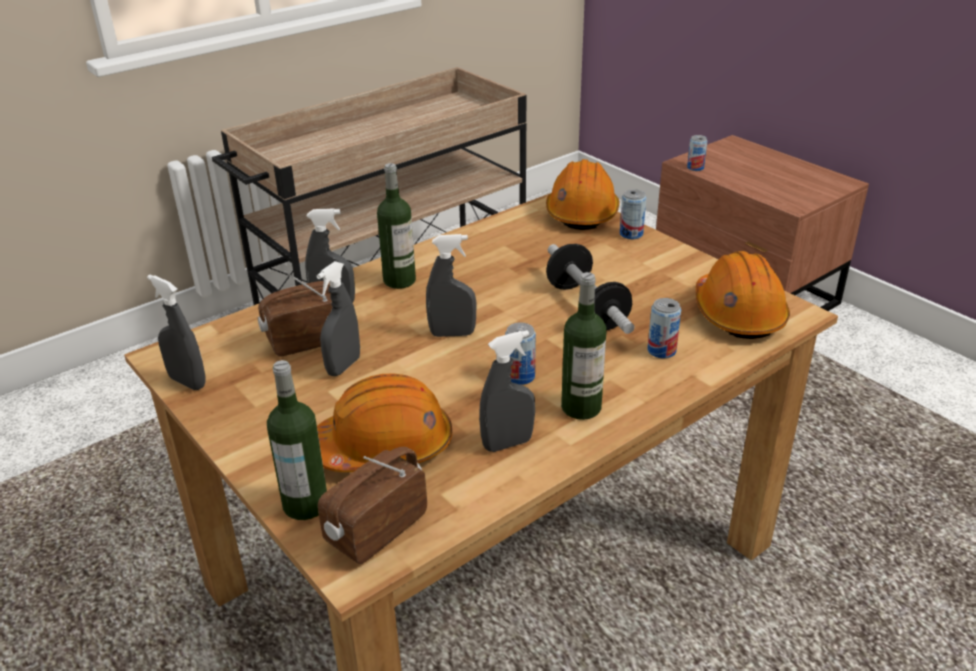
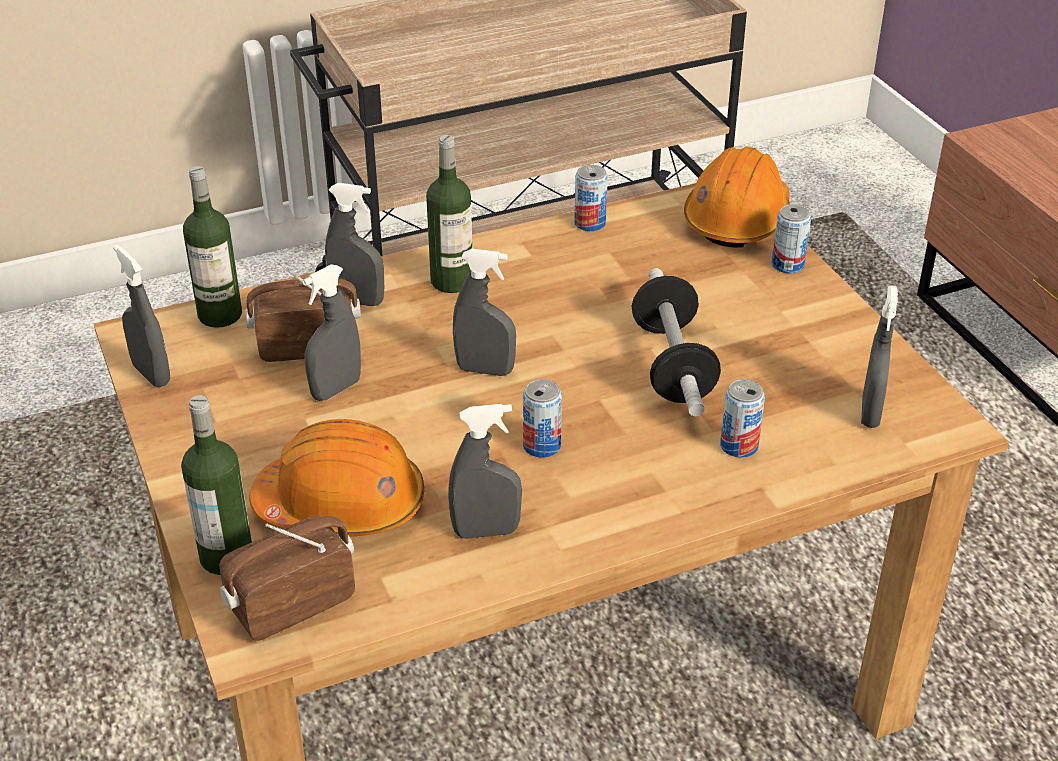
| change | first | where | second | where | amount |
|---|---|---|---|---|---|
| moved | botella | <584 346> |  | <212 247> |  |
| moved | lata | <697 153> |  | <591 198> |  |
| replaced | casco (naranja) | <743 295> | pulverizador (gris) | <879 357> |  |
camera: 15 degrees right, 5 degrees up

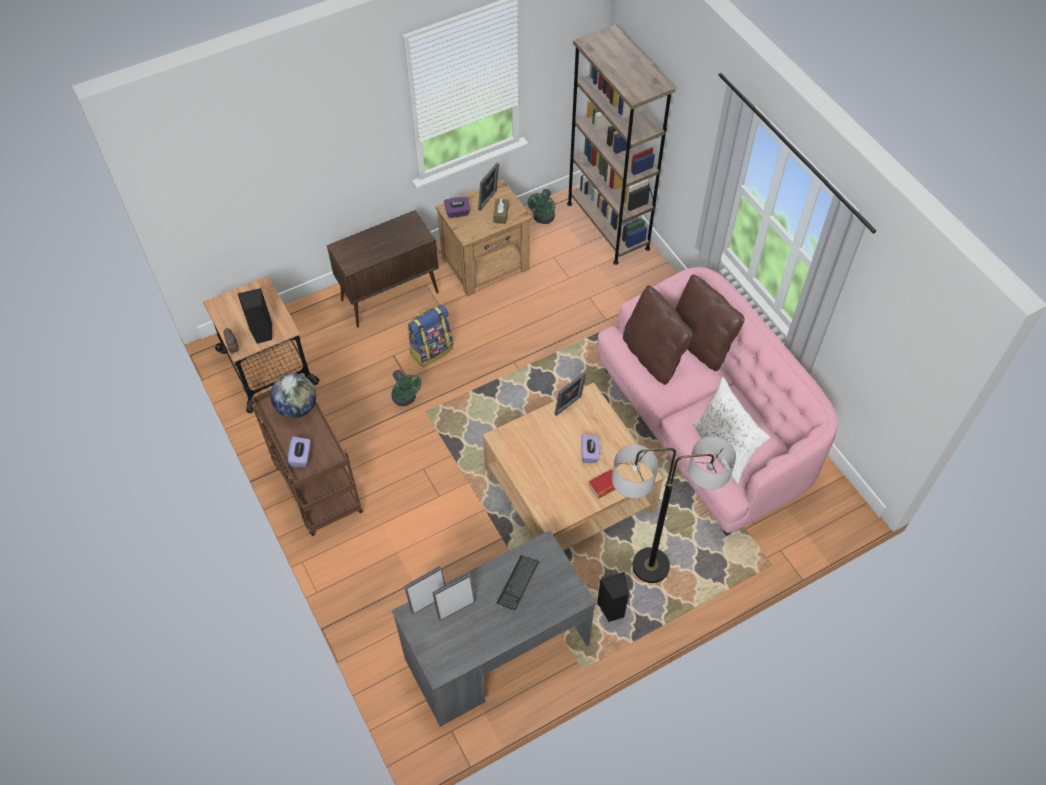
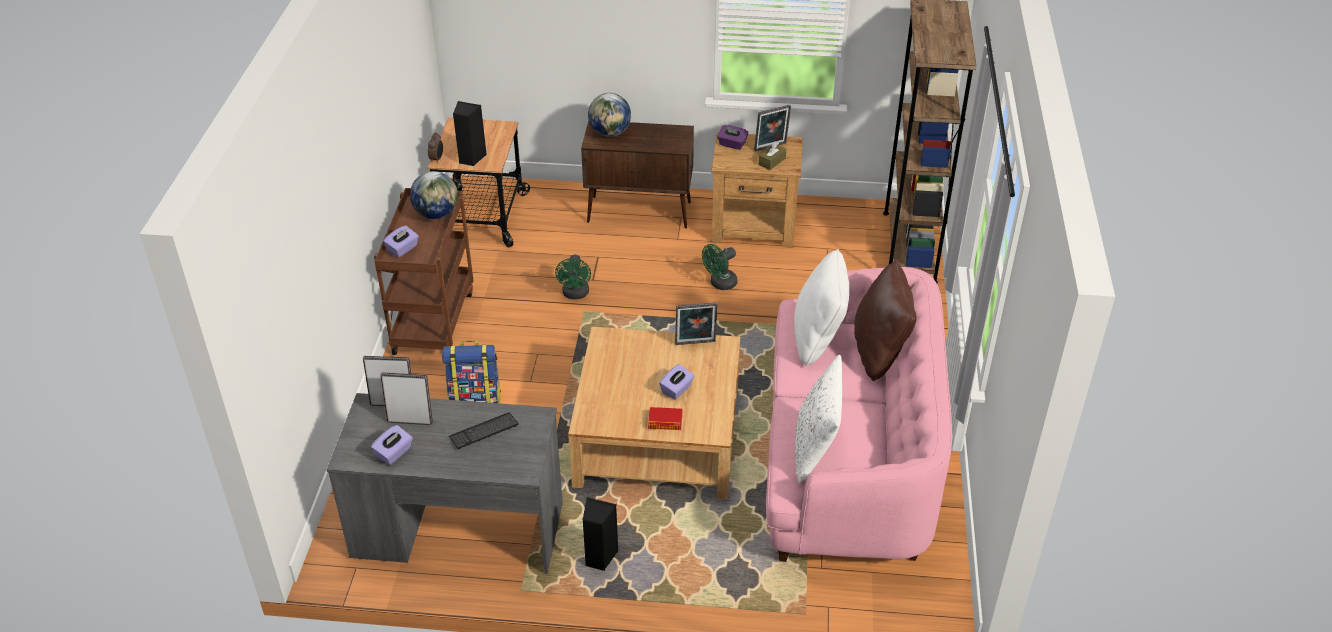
| change | first | where | second | where | amount |
|---|---|---|---|---|---|
| added |  |  | caja de pañuelos (morado) | <392 445> |  |
| moved | mochila | <430 335> |  | <471 372> |  |
| added |  |  | globo terráqueo | <609 115> |  |
| moved | ventilador (verde) | <541 206> |  | <720 267> |  |
| recoloured | cojín (marrón) | <658 335> | cojín (blanco) | <821 307> |  |
| removed | lámpara de pie | <674 509> |  |  |  |
camera: 35 degrees right, 15 degrees down

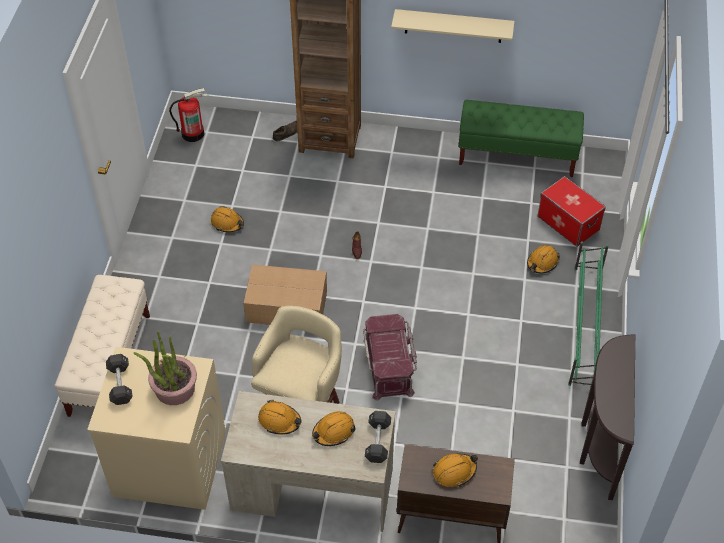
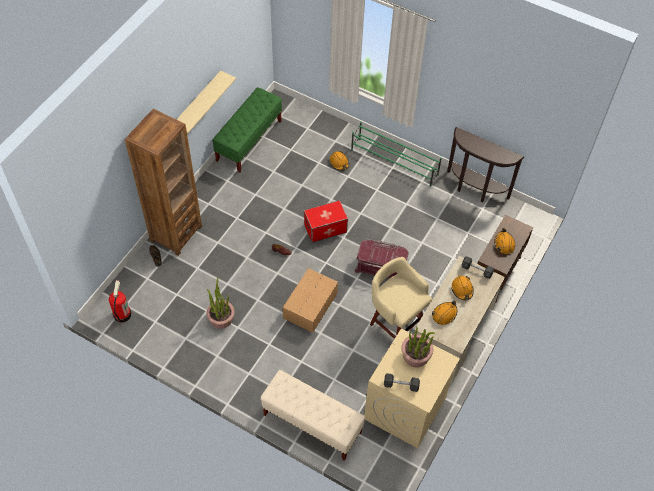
| change | first | where | second | where | amount |
|---|---|---|---|---|---|
| replaced | casco (naranja) | <227 219> | planta en maceta | <220 303> |  |
| moved | caja de almacenaje | <572 211> |  | <326 221> |  |
camera: 70 degrees left, 5 degrees up

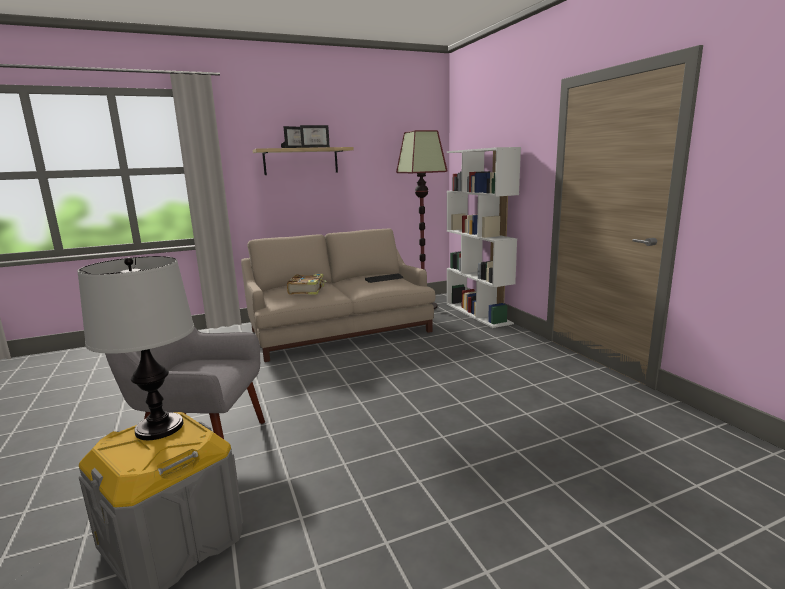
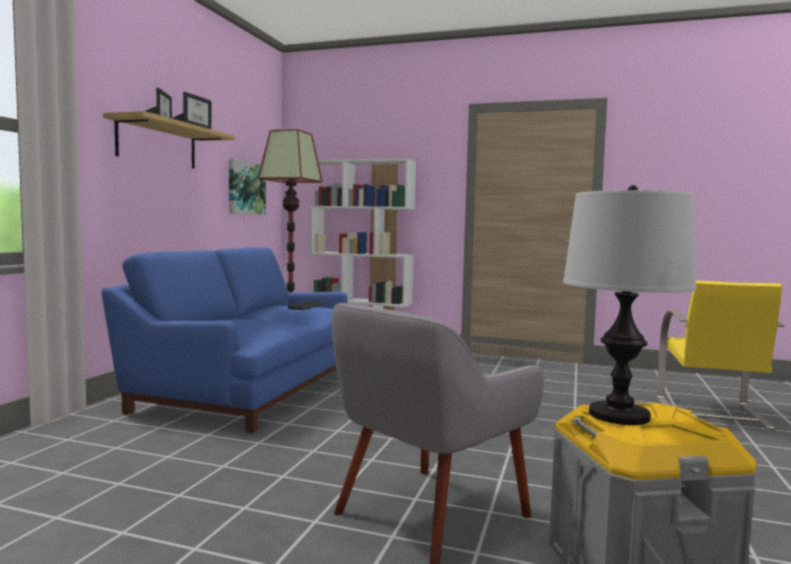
| change | first | where | second | where | amount |
|---|---|---|---|---|---|
| recoloured | sofá (beis) | <338 295> | sofá (azul) | <225 340> |  |
| added |  |  | cuadro | <247 187> |  |
| added |  |  | silla (amarillo) | <721 355> |  |
| removed | libro | <307 284> |  |  |  |
camera: 50 degrees left, 10 degrees down

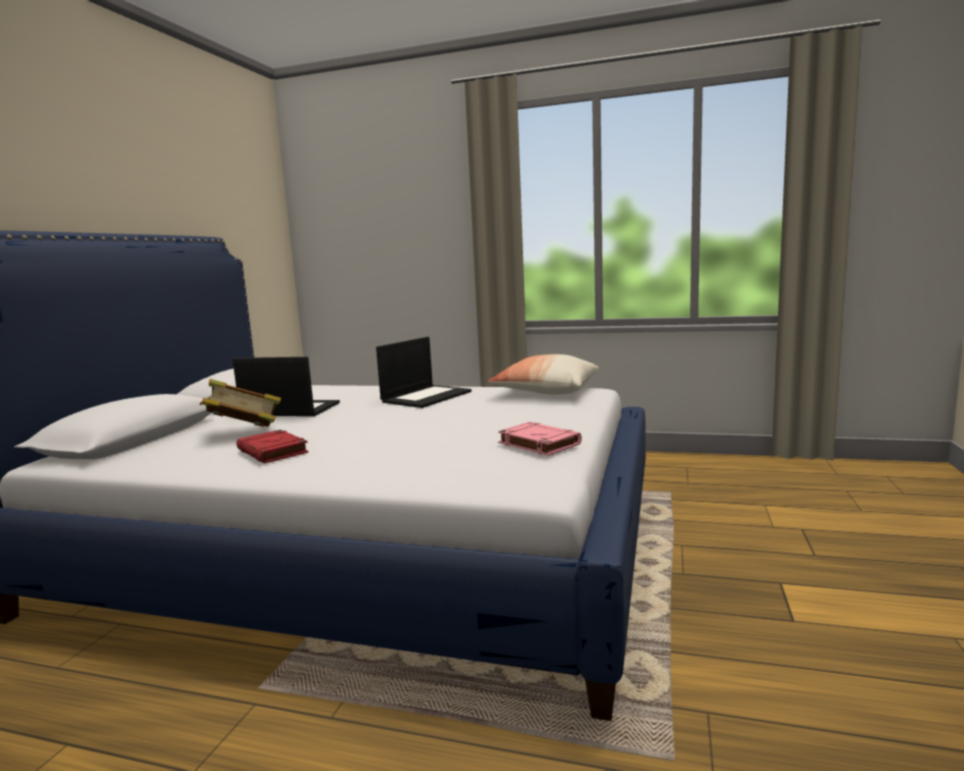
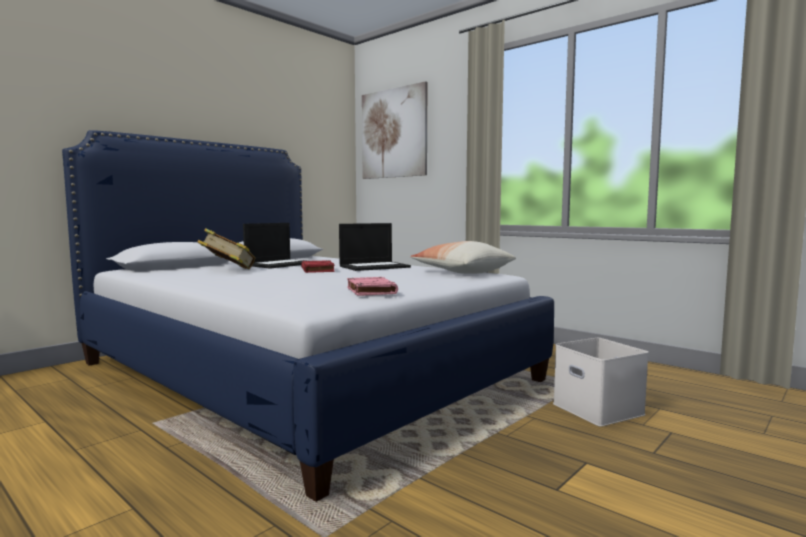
| change | first | where | second | where | amount |
|---|---|---|---|---|---|
| turned | portátil | <286 386> |  | <274 246> | 90 degrees clockwise |
| moved | libro (rojo) | <272 446> |  | <318 266> |  |
| added |  |  | cuadro | <394 130> |  |
| added |  |  | caja de almacenaje (blanco) | <601 382> |  |
camera: 25 degrees right, 5 degrees down

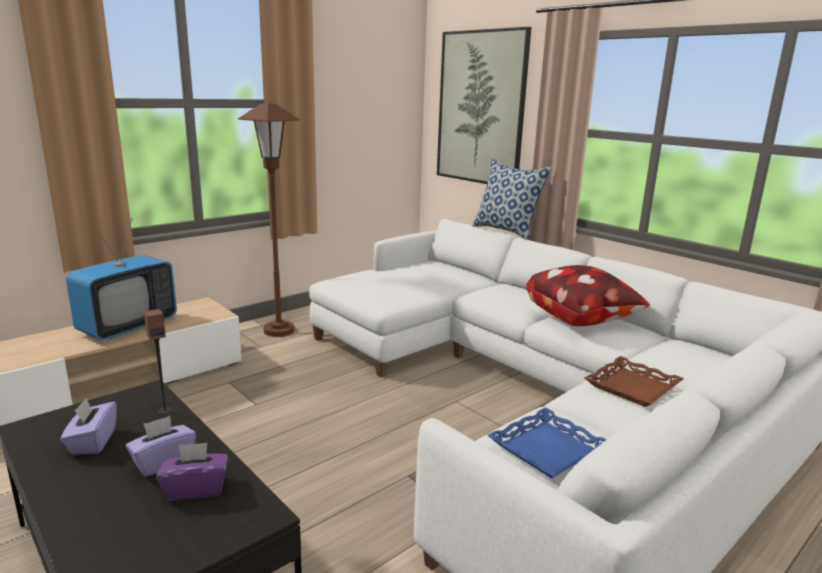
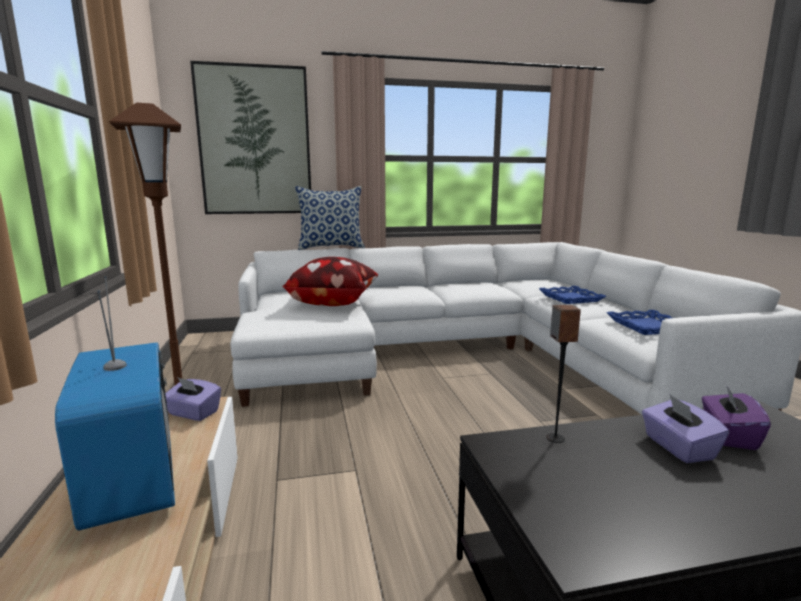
| change | first | where | second | where | amount |
|---|---|---|---|---|---|
| moved | caja de pañuelos (morado) | <88 426> |  | <193 399> |  |
| moved | cojín | <588 295> |  | <330 281> |  |
| recoloured | bandeja (marrón) | <634 381> | bandeja (azul) | <572 295> |  |
camera: 60 degrees left, 5 degrees down

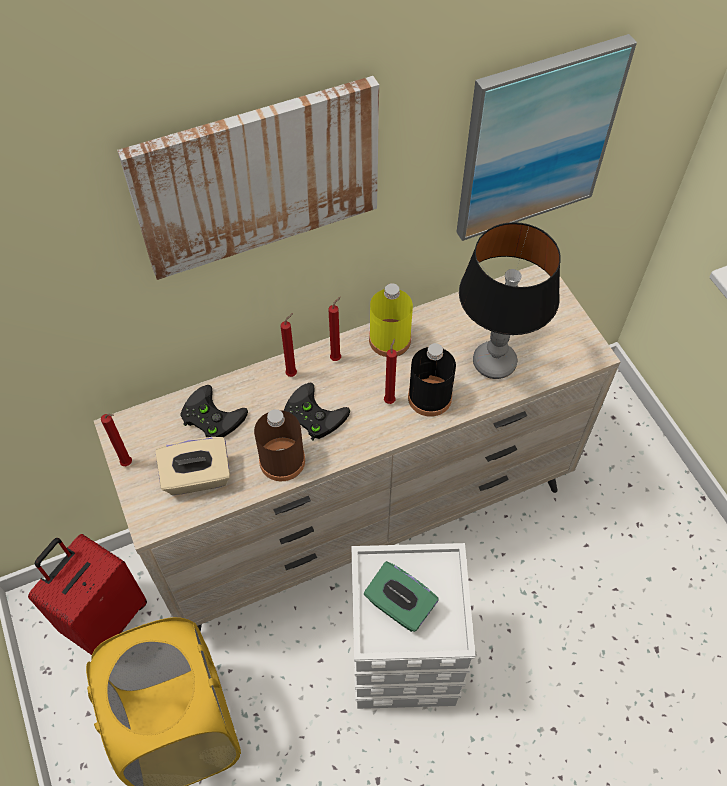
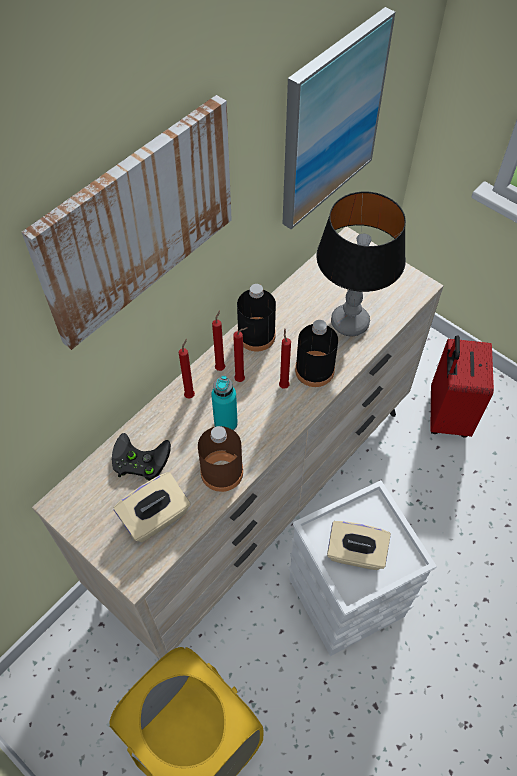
| change | first | where | second | where | amount |
|---|---|---|---|---|---|
| replaced | mando de consola (negro) | <317 411> | botella (turquesa) | <224 403> |  |
| moved | vela (rojo) | <116 440> |  | <240 354> |  |
| recoloured | botella (amarillo) | <391 320> | botella (negro) | <256 317> |  |
| recoloured | caja de pañuelos (verde) | <401 596> | caja de pañuelos (beis) | <359 545> |  |
| moved | maleta (rojo) | <87 594> |  | <462 386> |  |
camera: 25 degrees left, 0 degrees up

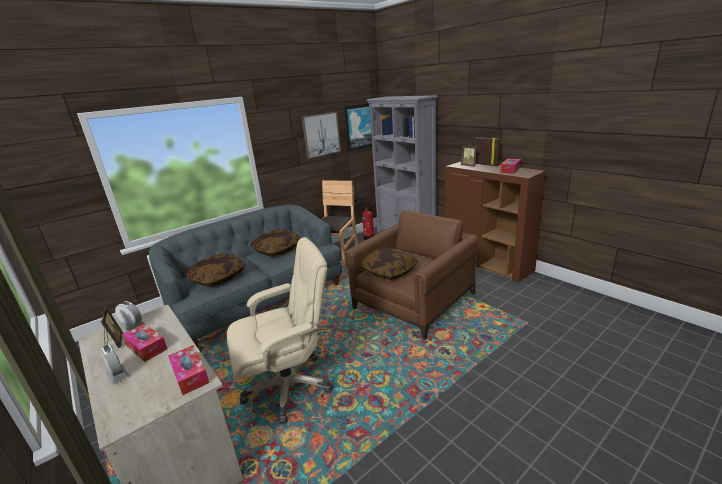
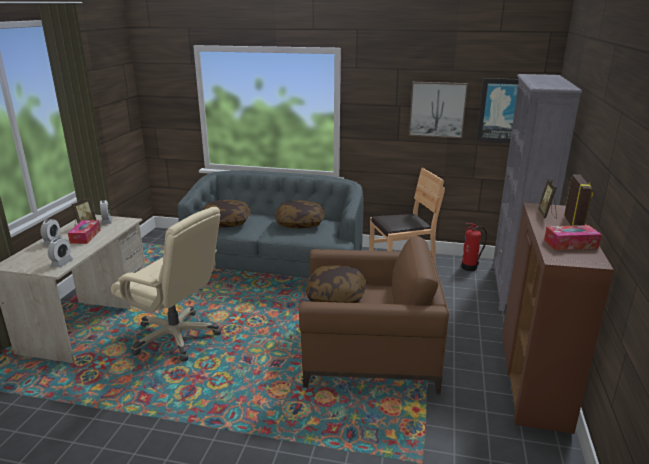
| change | first | where | second | where | amount |
|---|---|---|---|---|---|
| replaced | caja de pañuelos | <189 370> | despertador | <60 252> |  |
camera: 50 degrees right, 0 degrees up

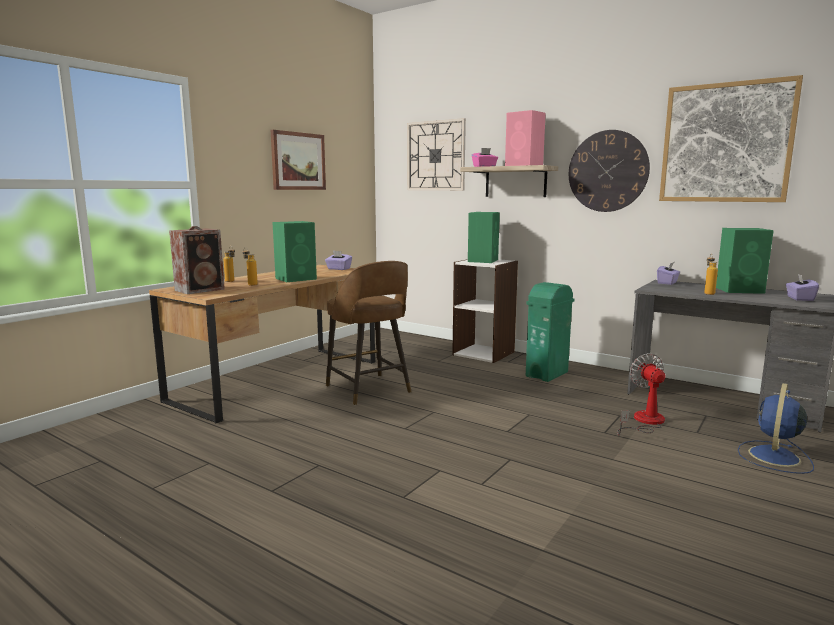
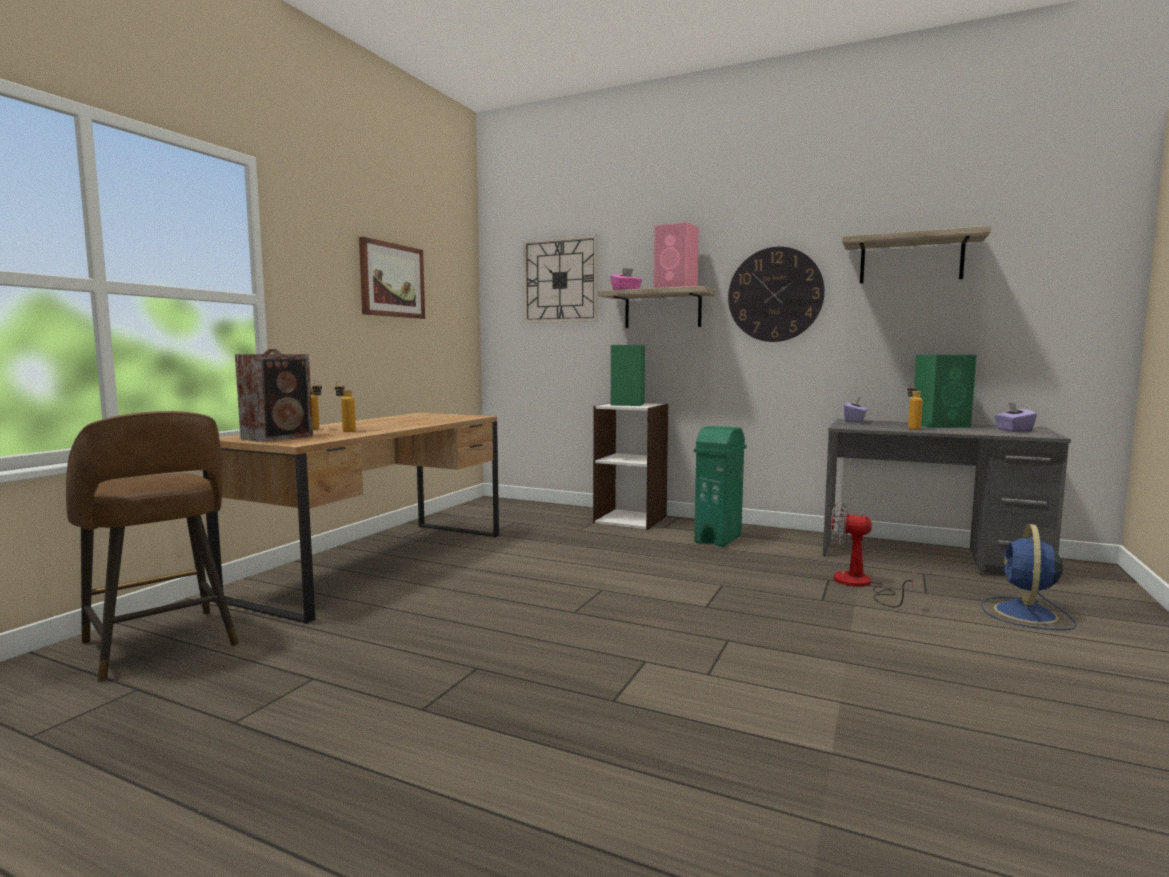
| change | first | where | second | where | amount |
|---|---|---|---|---|---|
| moved | taburete (marrón) | <369 333> |  | <152 547> |  |
| turned | ventilador | <641 394> |  | <872 555> | 45 degrees counterclockwise |
| replaced | cuadro | <731 138> | estante | <916 255> |  |
| removed | altavoz (verde) | <294 251> |  |  |  |
| removed | caja de pañuelos (morado) | <338 260> |  |  |  |
camera: 10 degrees left, 5 degrees down

